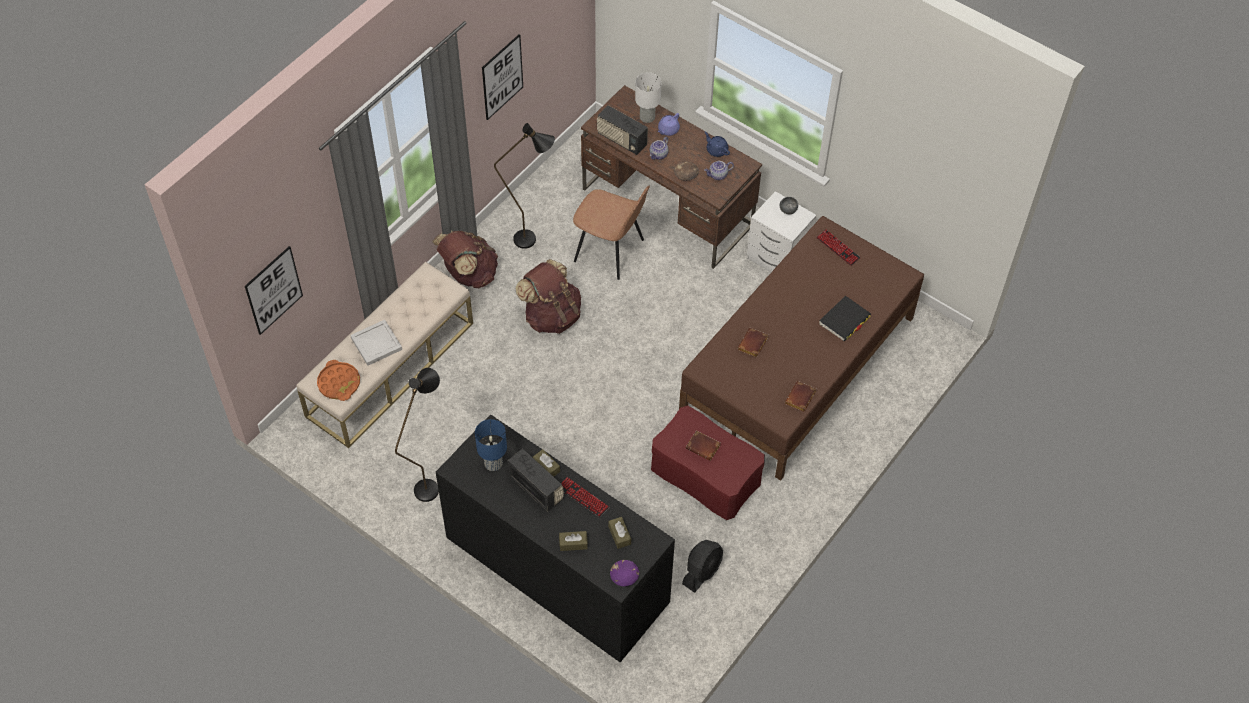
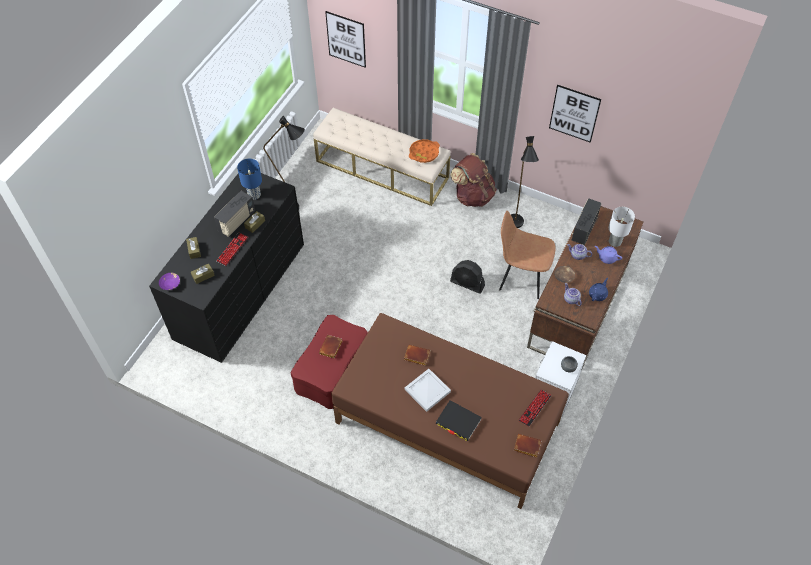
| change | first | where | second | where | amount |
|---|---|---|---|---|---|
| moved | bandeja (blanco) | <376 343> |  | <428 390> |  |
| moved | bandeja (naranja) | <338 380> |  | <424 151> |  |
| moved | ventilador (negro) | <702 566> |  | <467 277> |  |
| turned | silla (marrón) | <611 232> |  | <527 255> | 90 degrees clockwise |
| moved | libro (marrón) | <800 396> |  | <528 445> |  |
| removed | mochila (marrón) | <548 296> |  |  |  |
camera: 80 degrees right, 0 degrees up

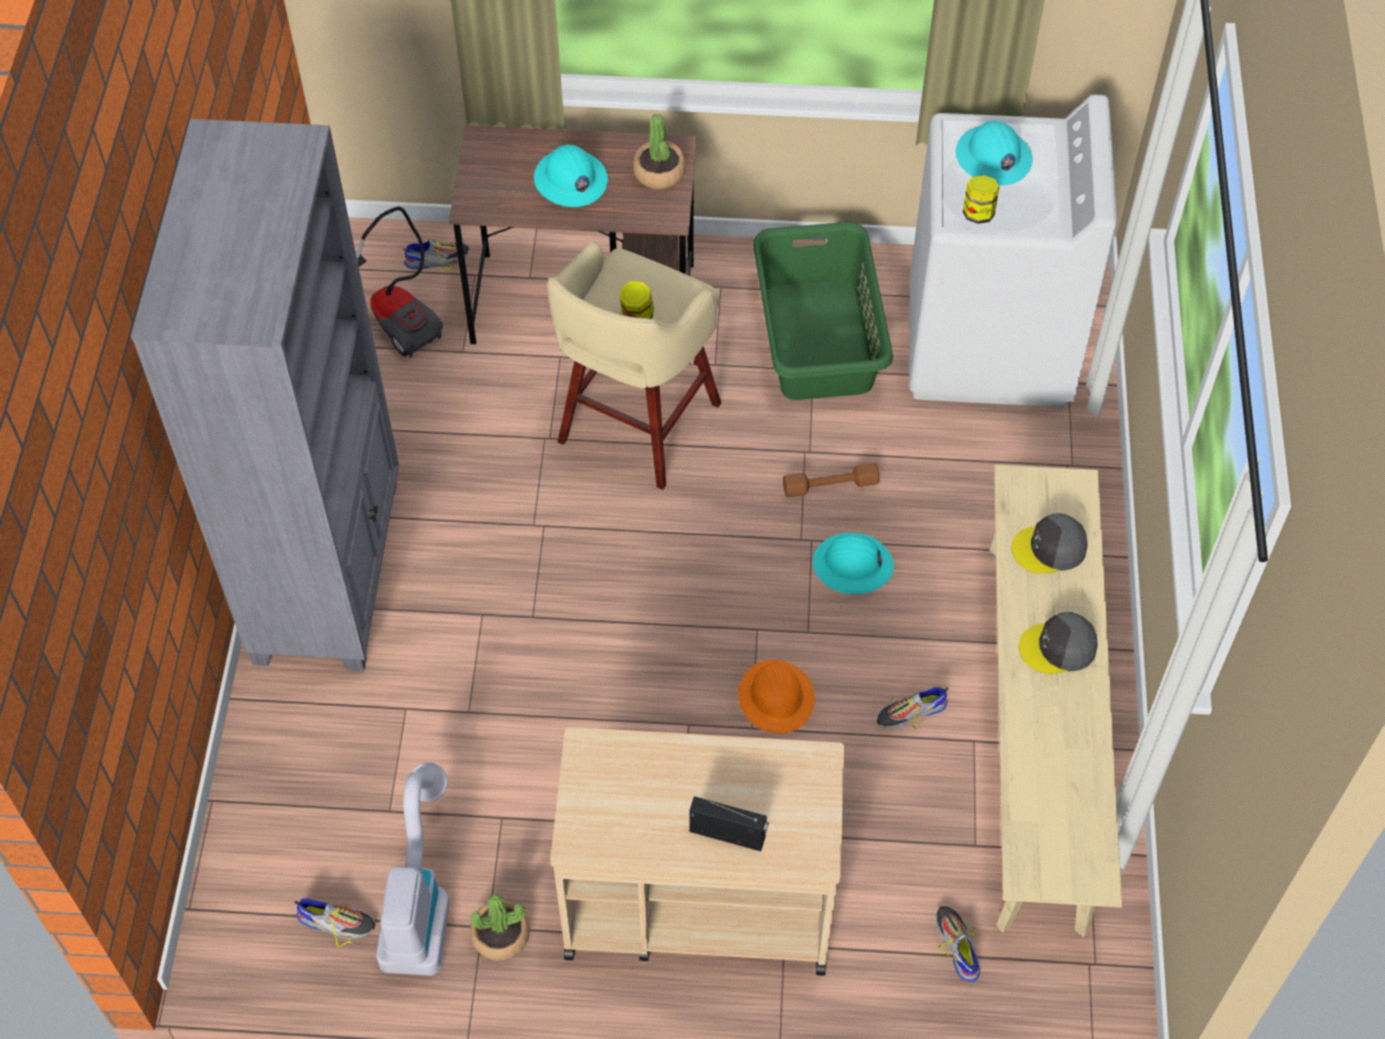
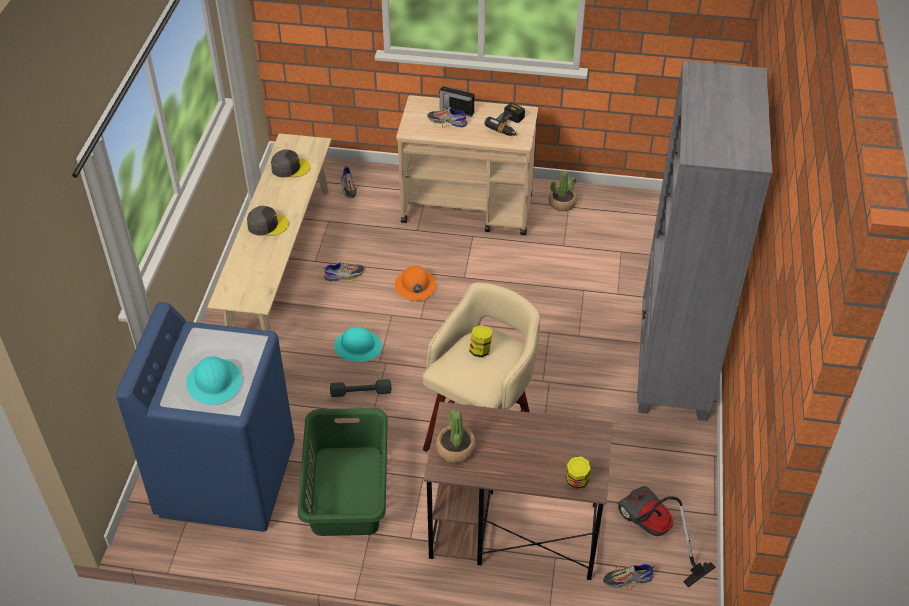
| change | first | where | second | where | amount |
|---|---|---|---|---|---|
| recoloured | lavadora (blanco) | <1013 251> | lavadora (azul) | <205 417> |  |
| moved | gorra (gris) | <1049 543> |  | <291 163> |  |
| recoloured | mancuerna (marrón) | <831 480> | mancuerna (gris) | <360 388> |  |
| moved | zapato | <335 922> |  | <447 117> |  |
| added |  |  | taladro | <504 119> |  |
| moved | tarro | <981 199> |  | <578 472> |  |
| removed | aspiradora | <413 868> |  |  |  |
| removed | casco (turquesa) | <571 175> |  |  |  |
camera: 175 degrees left, 10 degrees down

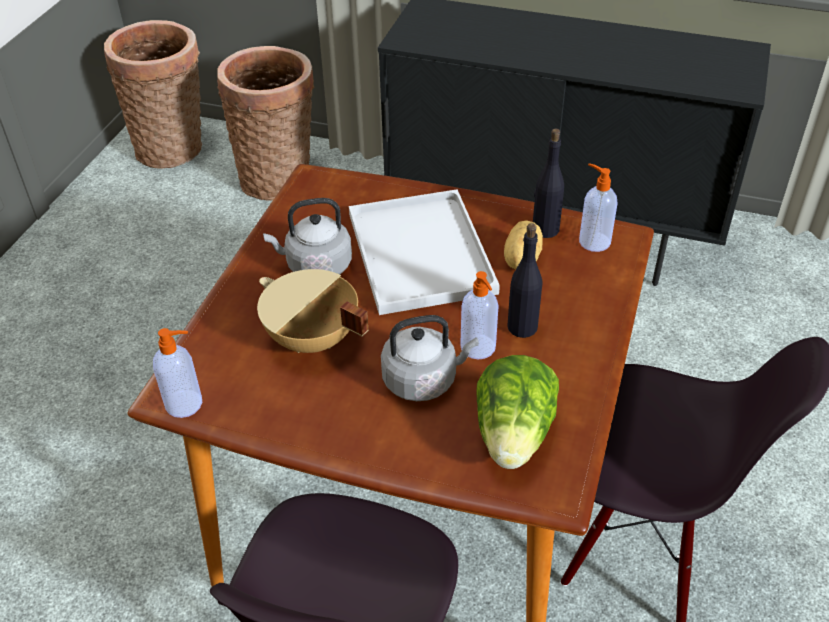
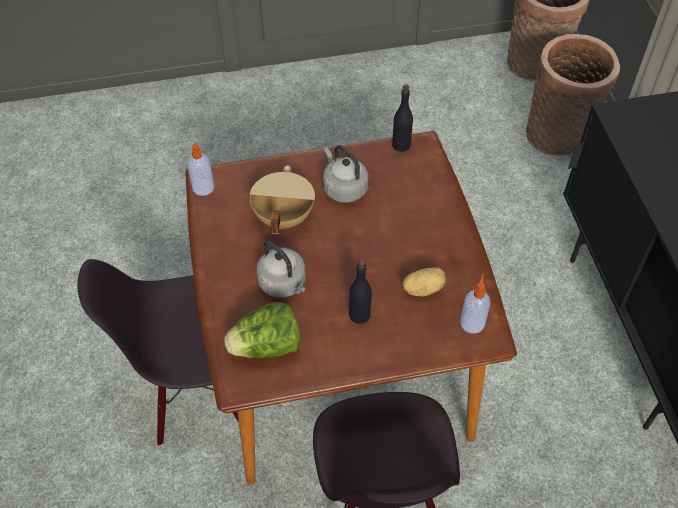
| change | first | where | second | where | amount |
|---|---|---|---|---|---|
| moved | botella (negro) | <548 183> |  | <402 118> |  |
| removed | bandeja (blanco) | <424 252> |  |  |  |
| removed | dispensador de jabón | <479 315> |  |  |  |
camera: 60 degrees right, 10 degrees up

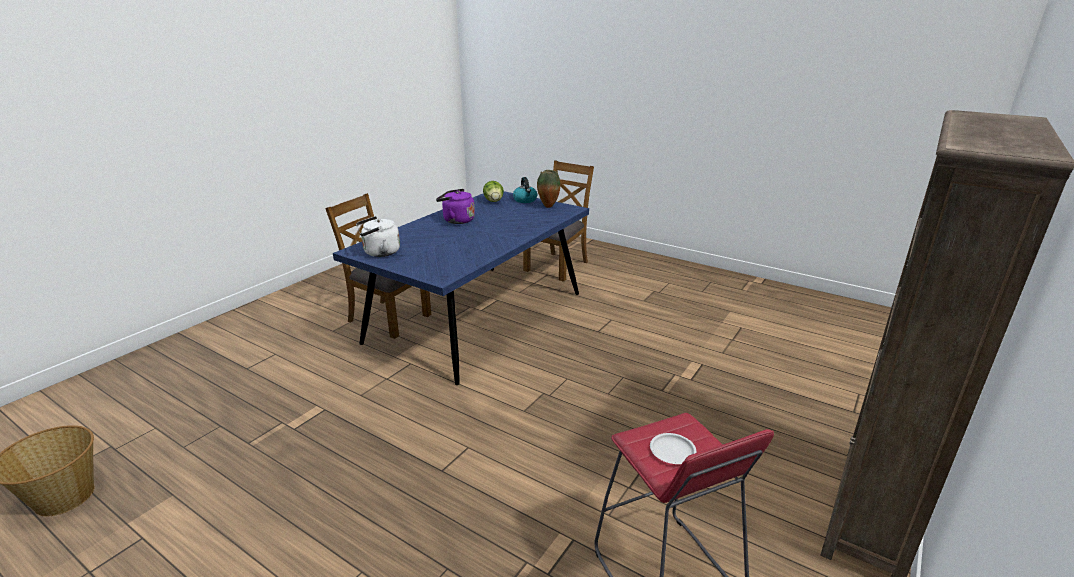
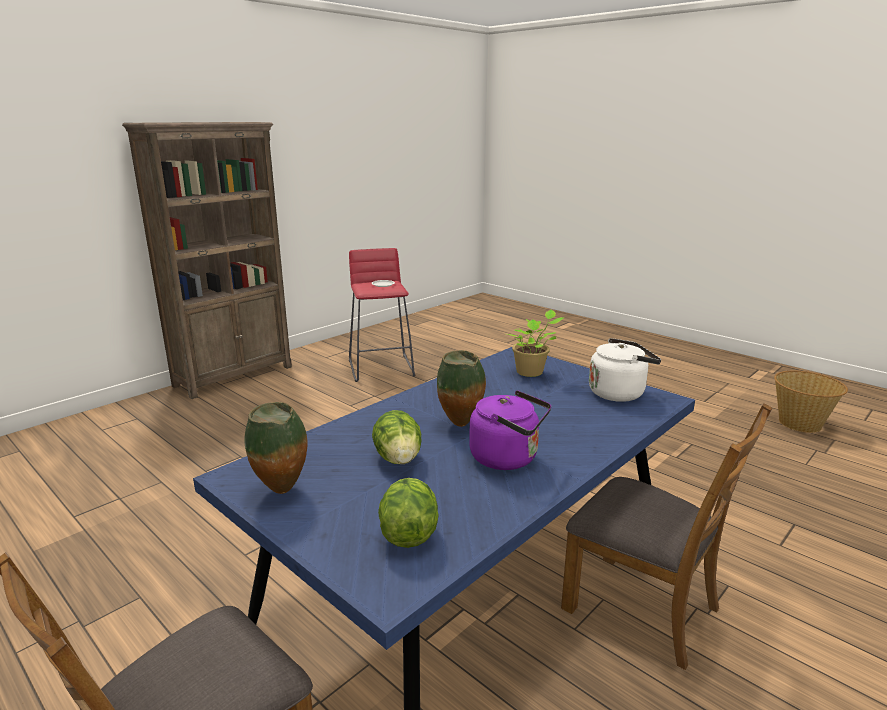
| change | first | where | second | where | amount |
|---|---|---|---|---|---|
| added |  |  | lechuga | <397 437> |  |
| added |  |  | florero | <461 388> |  |
| added |  |  | planta en maceta | <535 343> |  |
| removed | hervidor | <525 190> |  |  |  |
camera: 170 degrees left, 5 degrees down

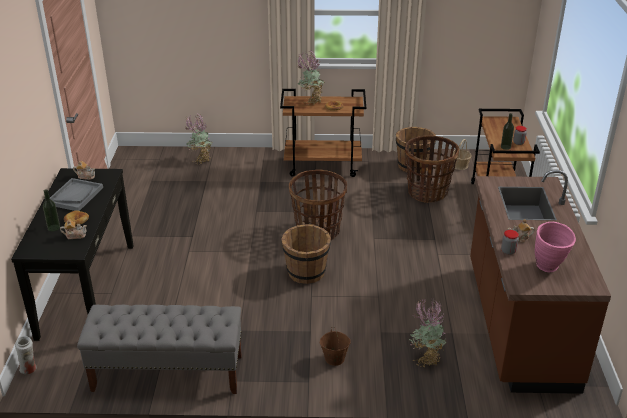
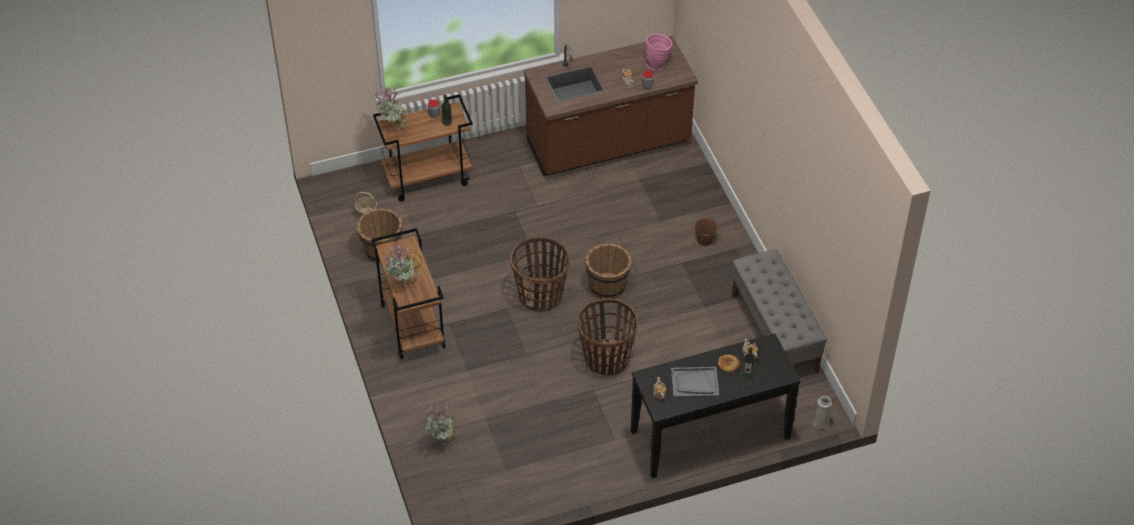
| change | first | where | second | where | amount |
|---|---|---|---|---|---|
| moved | planta en maceta | <428 333> |  | <393 108> |  |
| moved | cesta | <432 169> |  | <607 337> |  |
camera: 110 degrees left, 15 degrees up

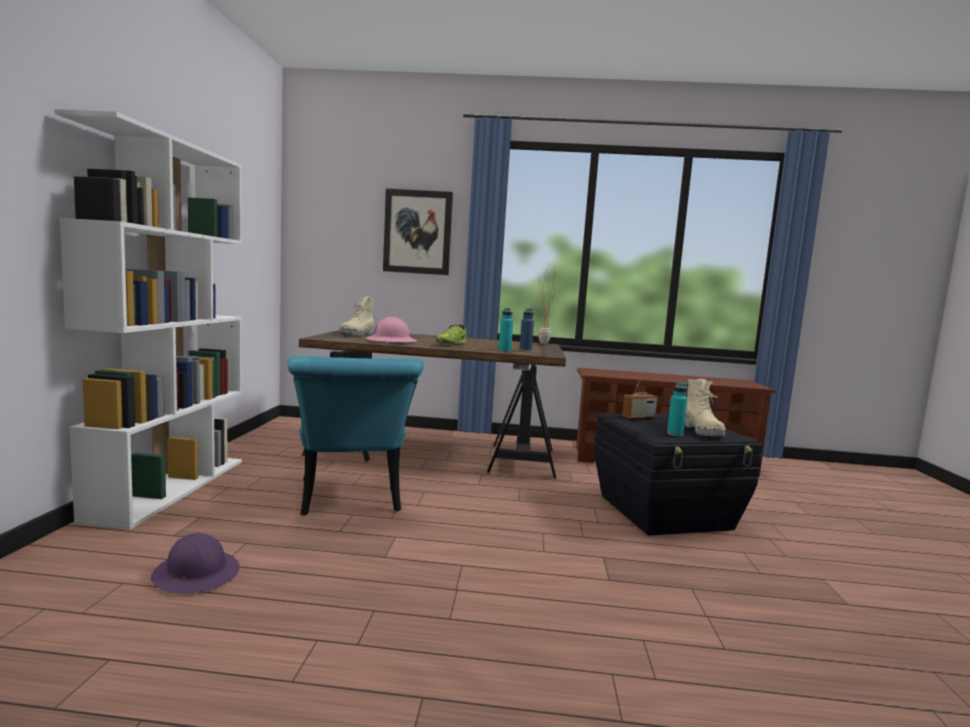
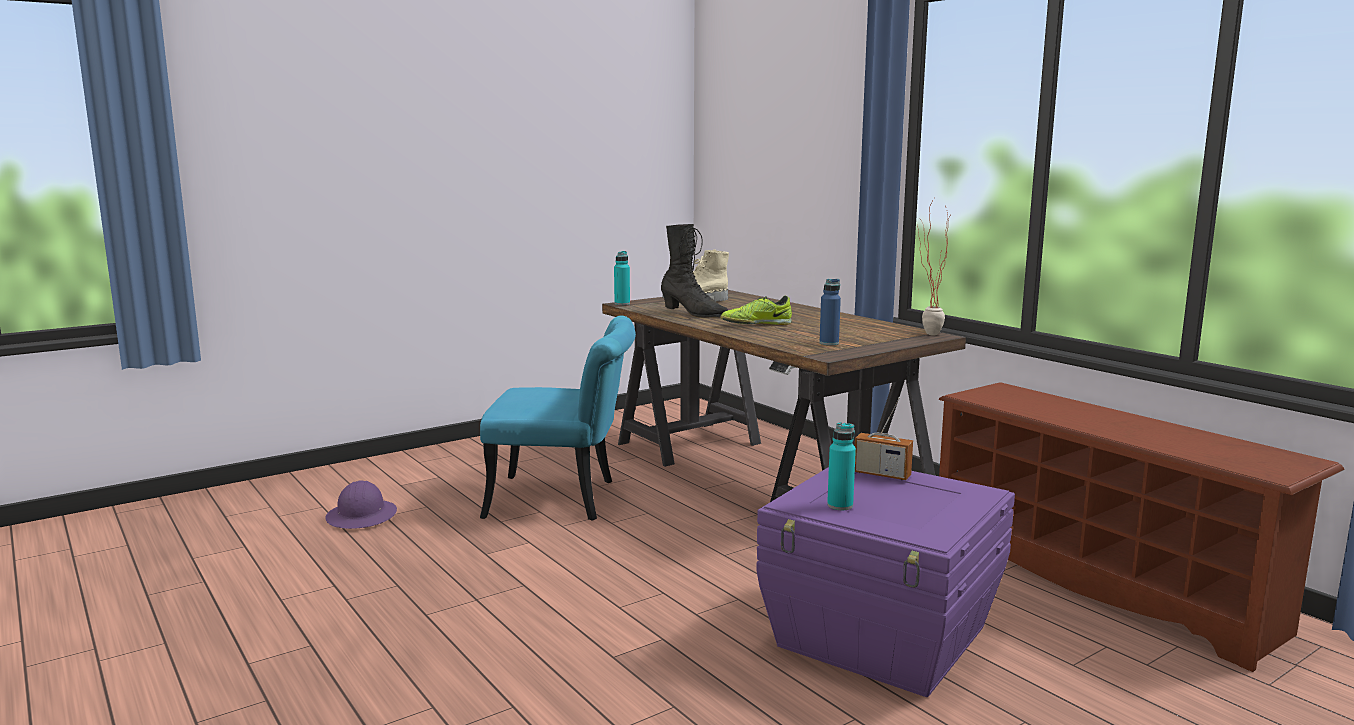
| change | first | where | second | where | amount |
|---|---|---|---|---|---|
| turned | silla (turquesa) | <356 436> |  | <558 418> | 120 degrees counterclockwise |
| moved | botella (turquesa) | <505 330> |  | <622 278> |  |
| replaced | casco (rosa) | <391 330> | bota (negro) | <694 271> |  |
| recoloured | caja de almacenaje (negro) | <678 474> | caja de almacenaje (morado) | <885 582> |  |
| removed | estantería (blanco) | <148 319> |  |  |  |
| removed | cuadro | <418 232> |  |  |  |
| removed | bota (beis) | <705 408> |  |  |  |
camera: 50 degrees right, 5 degrees up

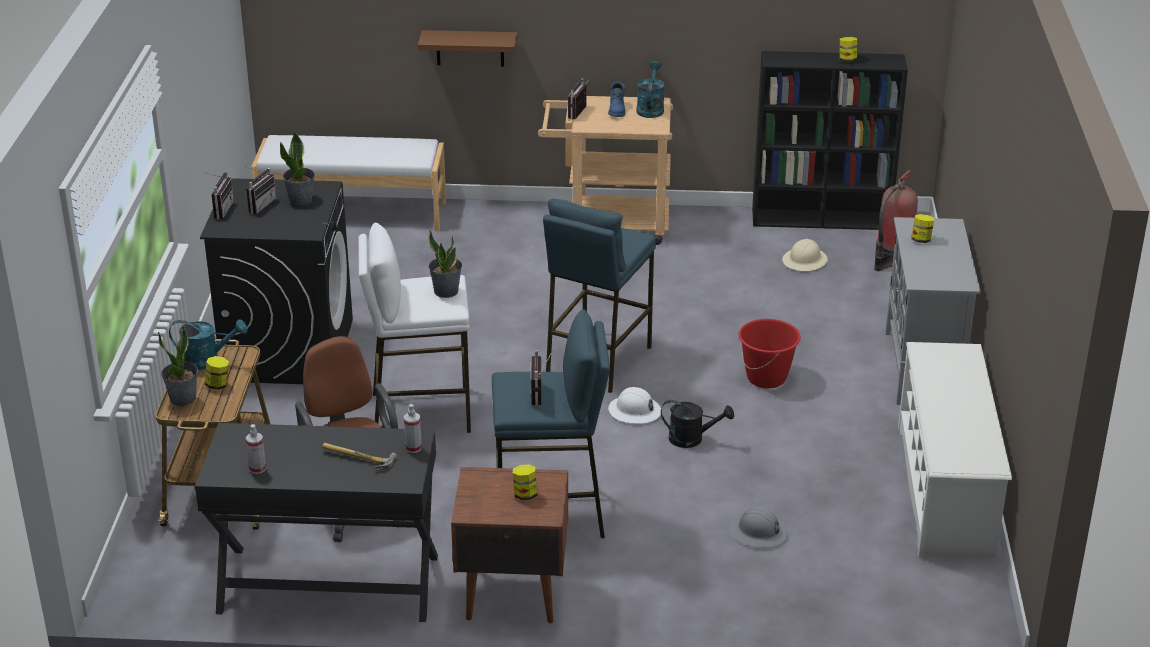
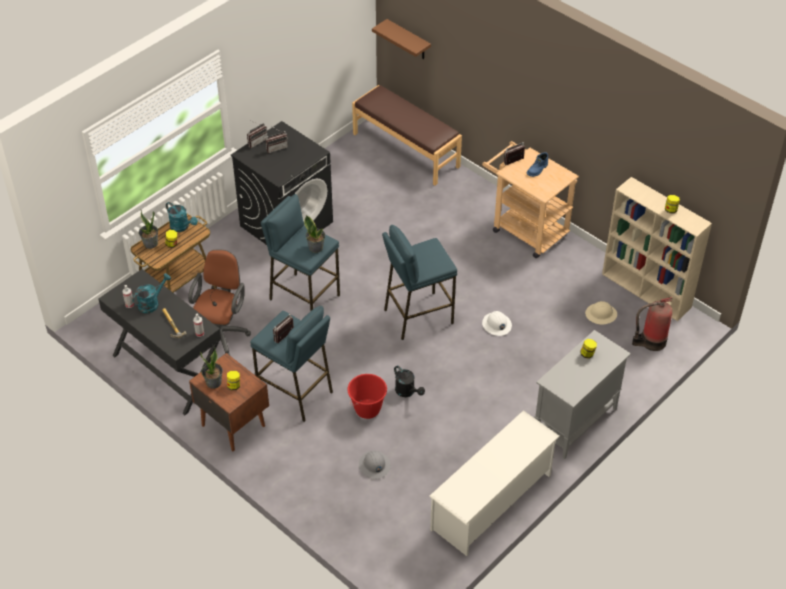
| change | first | where | second | where | amount |
|---|---|---|---|---|---|
| moved | regadera (turquesa) | <650 89> |  | <151 293> |  |
| moved | planta en maceta | <297 169> |  | <211 369> |  |
| recoloured | taburete (blanco) | <414 328> | taburete (azul) | <300 252> |  |
| moved | cubo (rojo) | <769 353> |  | <367 396> |  |
| recoloured | banco (blanco) | <348 183> | banco (marrón) | <407 135> |  |
| moved | estante (marrón) | <468 48> |  | <401 39> |  |
| moved | casco (blanco) | <634 405> |  | <497 323> |  |
| recoloured | estantería (negro) | <830 140> | estantería (beis) | <657 249> |  |
camera: 40 degrees right, 15 degrees up

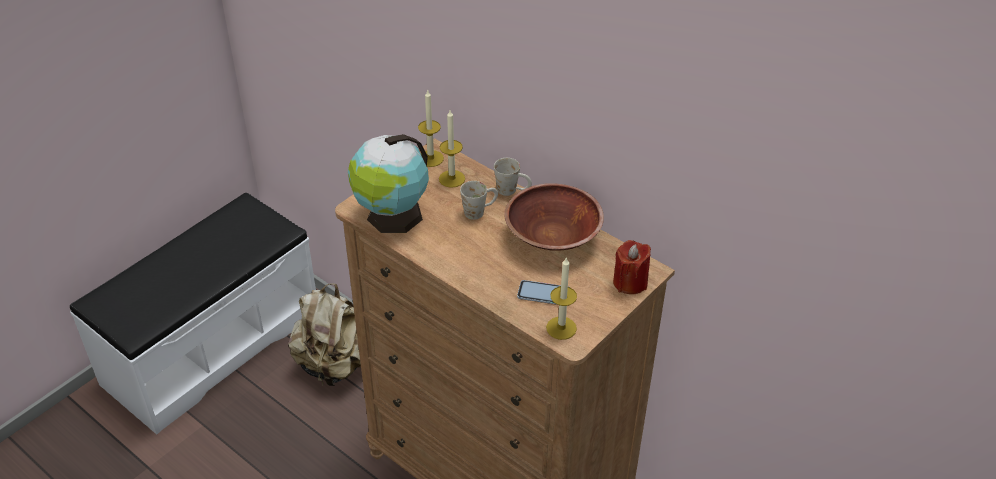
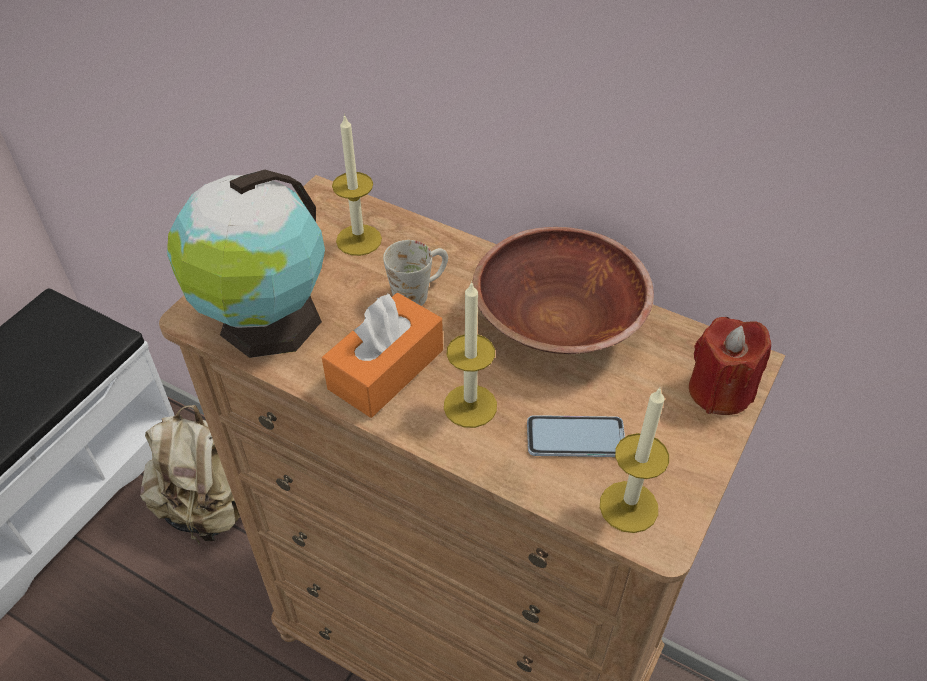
| change | first | where | second | where | amount |
|---|---|---|---|---|---|
| added |  |  | caja de pañuelos (naranja) | <382 355> |  |
| moved | vela | <431 128> |  | <470 354> |  |
| removed | taza grande (blanco) | <513 177> |  |  |  |
camera: 10 degrees left, 5 degrees up

